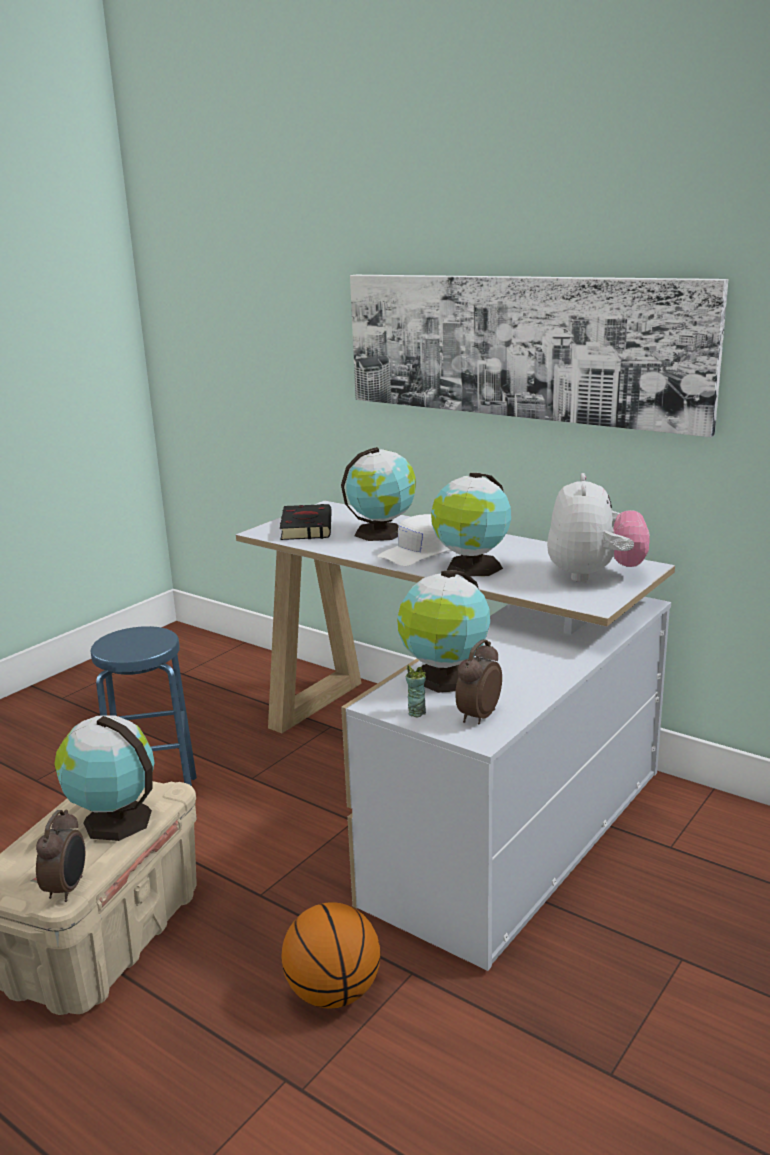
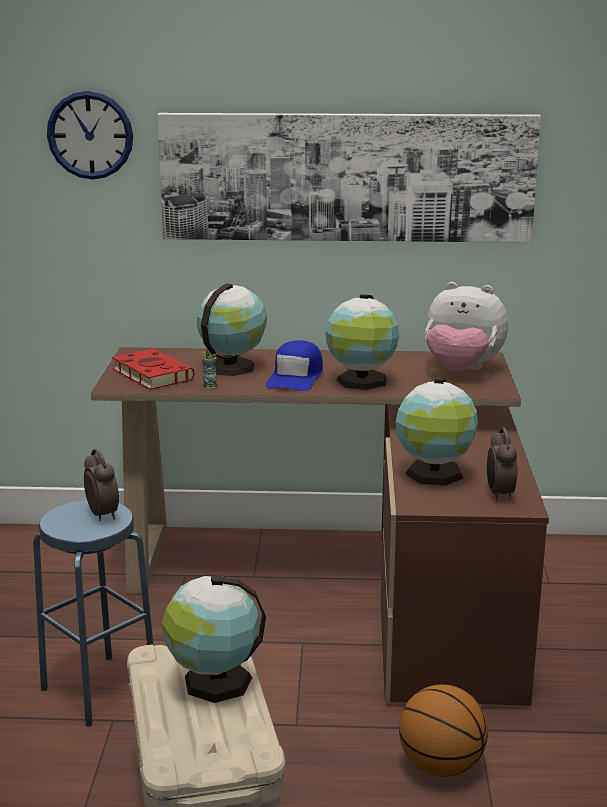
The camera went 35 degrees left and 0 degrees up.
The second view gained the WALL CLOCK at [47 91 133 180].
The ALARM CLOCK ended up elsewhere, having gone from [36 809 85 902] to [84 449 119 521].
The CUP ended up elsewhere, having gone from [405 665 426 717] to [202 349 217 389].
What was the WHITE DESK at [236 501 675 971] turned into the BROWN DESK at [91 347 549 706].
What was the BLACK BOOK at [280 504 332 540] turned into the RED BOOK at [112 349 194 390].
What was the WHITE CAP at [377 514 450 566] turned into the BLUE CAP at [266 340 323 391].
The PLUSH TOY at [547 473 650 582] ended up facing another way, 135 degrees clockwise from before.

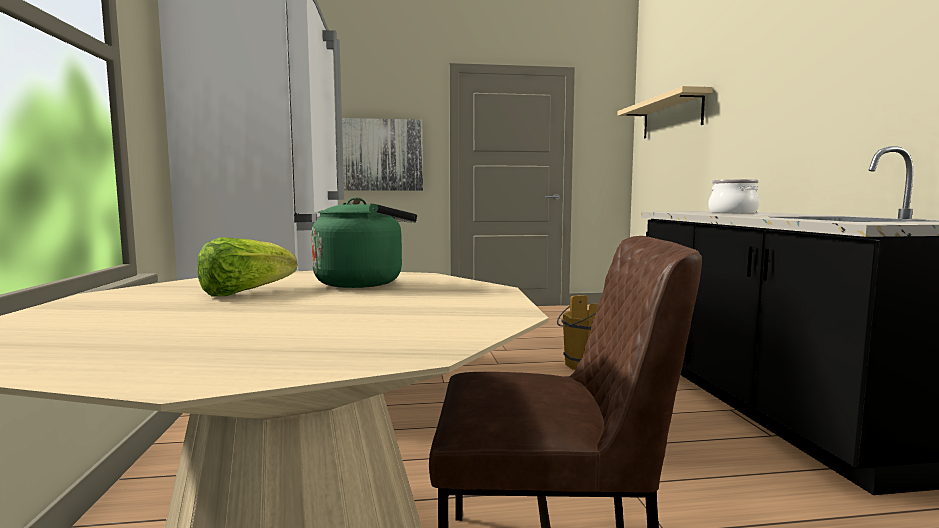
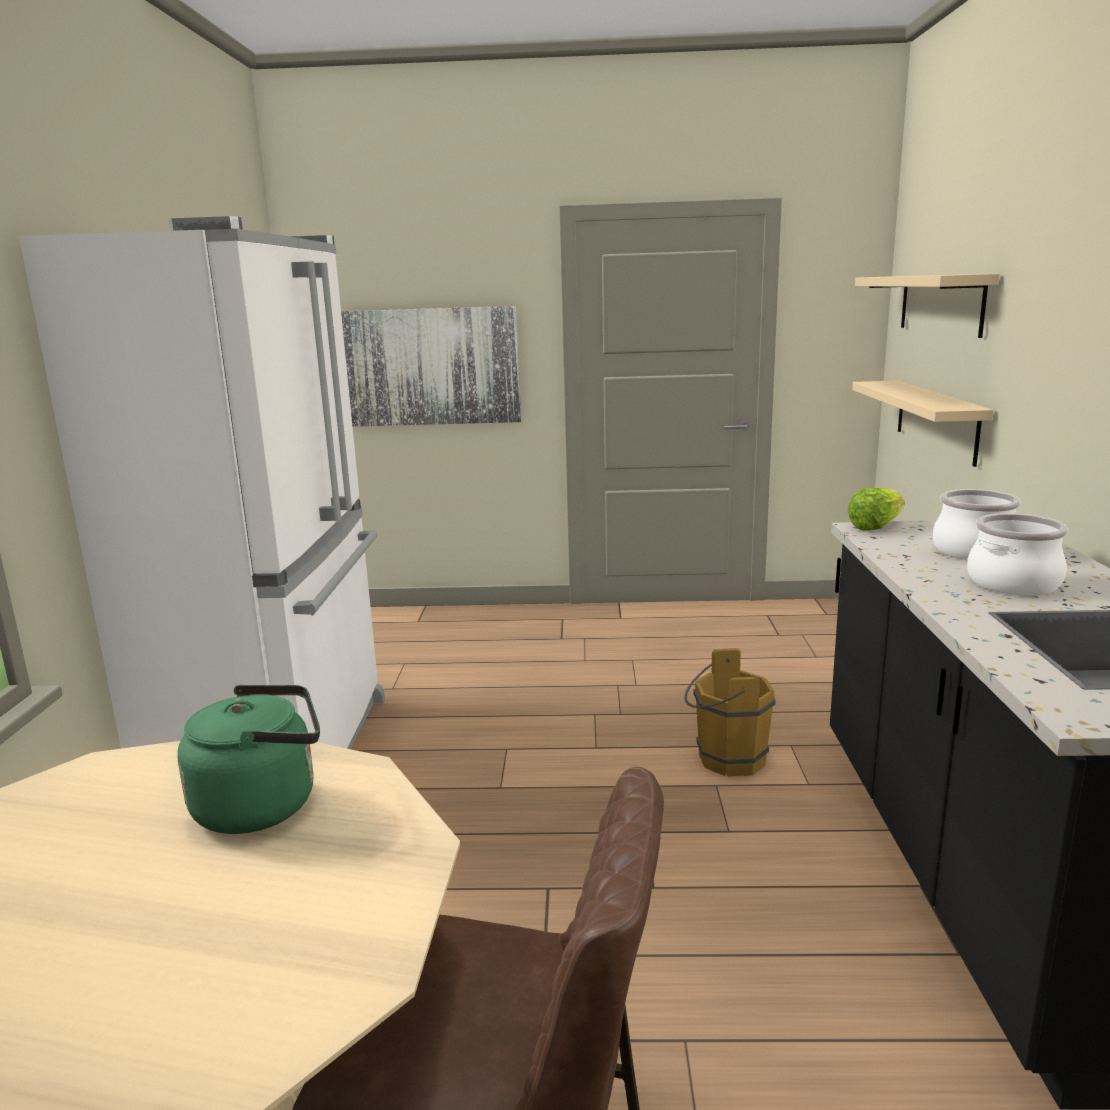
The camera went 10 degrees right and 10 degrees up.
The second view gained the BEIGE SHELF at [852 381 993 467].
The second view gained the COOKING POT at [967 513 1068 595].
The LETTUCE ended up elsewhere, having gone from [197 237 297 296] to [847 488 905 531].

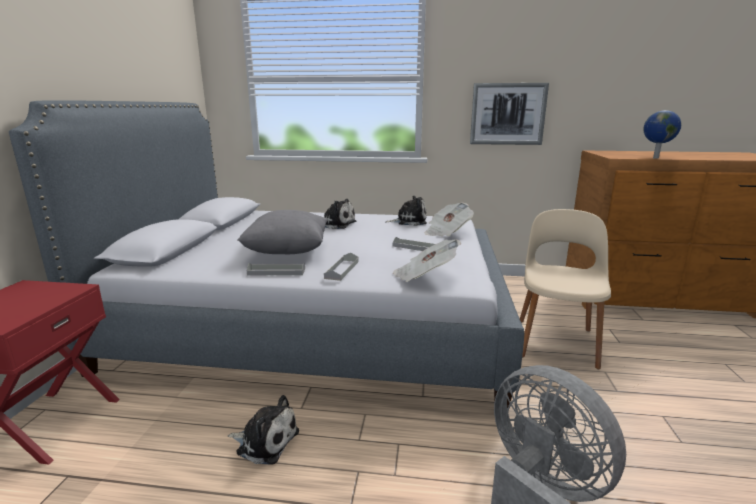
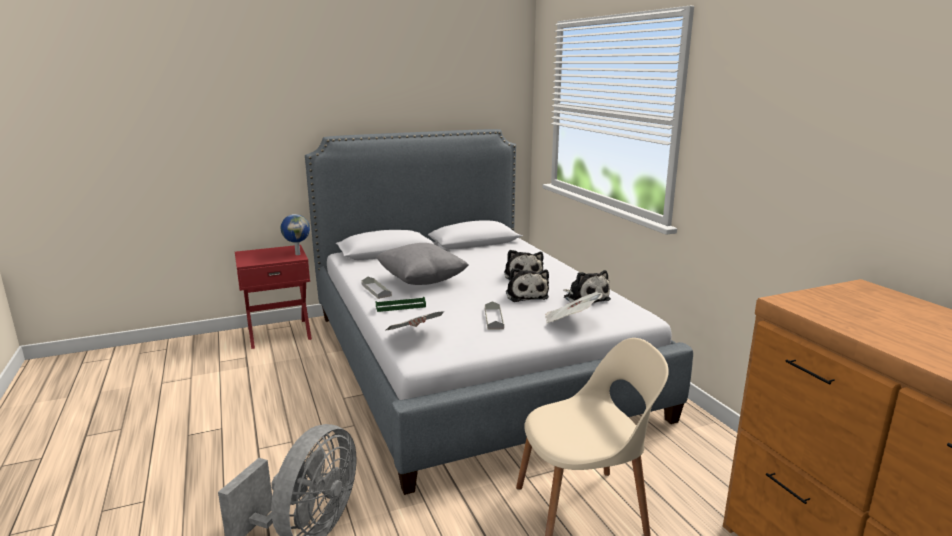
The camera went 60 degrees right and 0 degrees up.
The second view lost the PICTURE at [470 83 549 145].
The PLUSH TOY ended up elsewhere, having gone from [227 395 299 465] to [506 268 549 302].
The GLOBE ended up elsewhere, having gone from [643 110 682 159] to [281 214 310 255].
What was the GREY TRAY at [324 253 359 281] turned into the GREEN TRAY at [376 297 426 312].

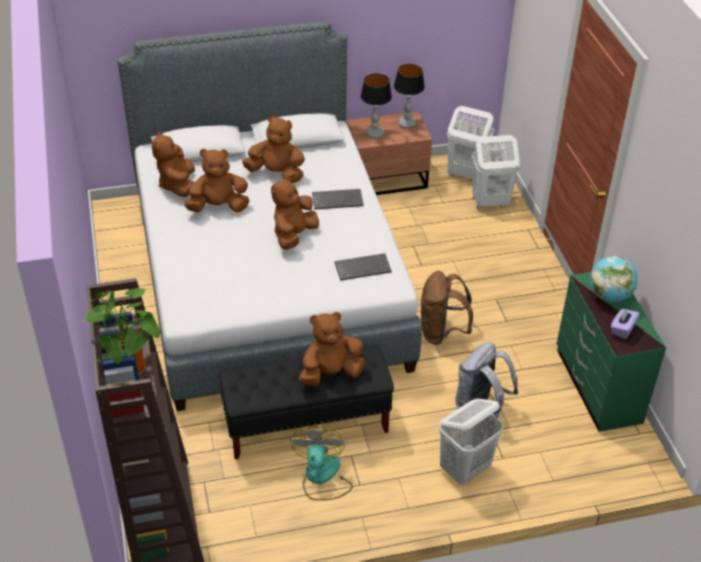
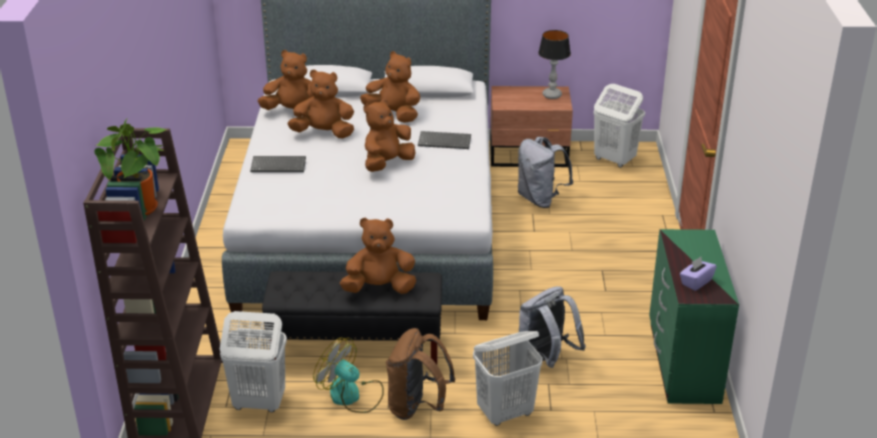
The camera went 15 degrees right and 10 degrees down.
The second view lost the TABLE LAMP at [361 73 392 139].
The second view lost the GLOBE at [590 256 638 302].
The second view gained the GREY BACKPACK at [518 137 574 208].
The KEYBOARD ended up elsewhere, having gone from [334 253 392 281] to [250 156 306 172].
The BROWN BACKPACK ended up elsewhere, having gone from [421 271 473 345] to [386 328 455 420].
The WHITE LAUNDRY BASKET ended up elsewhere, having gone from [472 135 520 209] to [220 311 287 412].
The BROWN PLUSH TOY at [152 131 195 197] ended up facing another way, 90 degrees clockwise from before.
The FAN at [290 426 353 501] ended up facing another way, 75 degrees counterclockwise from before.

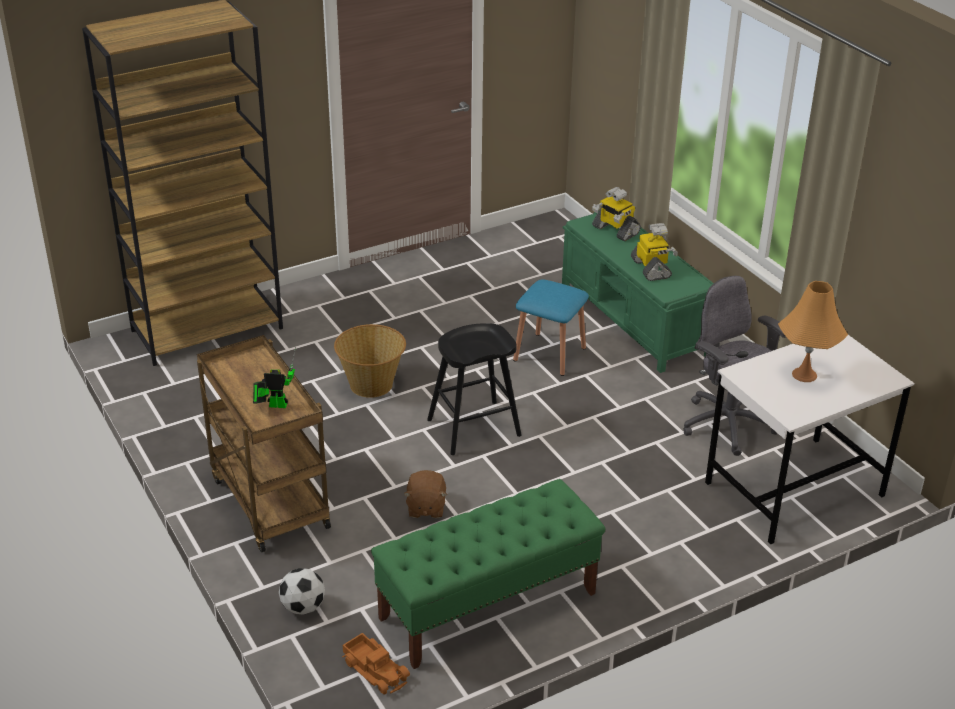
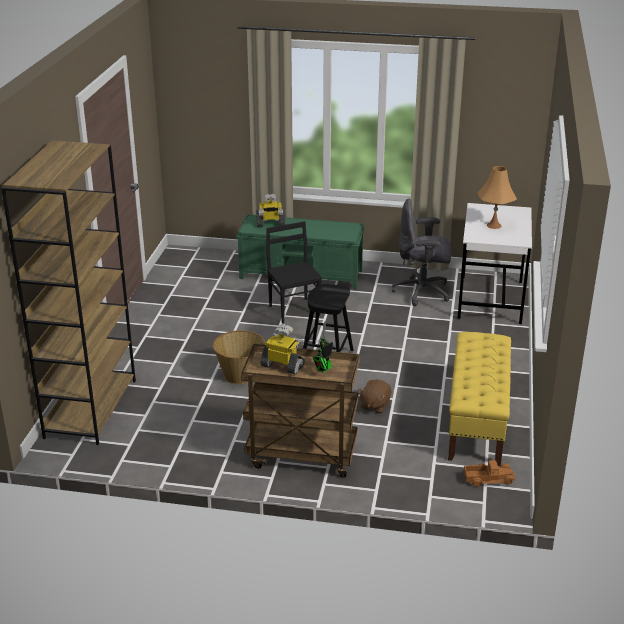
The camera went 50 degrees left and 5 degrees down.
The second view lost the FOOTBALL at [279 568 325 615].
The TOY ROBOT ended up elsewhere, having gone from [631 223 678 281] to [260 324 305 374].
Where the BLUE STOOL stood at [513 279 589 376], the BLACK CHAIR came to stand at [266 221 322 323].
What was the GREEN BENCH at [371 479 605 669] turned into the YELLOW BENCH at [448 332 511 466].
The BROWN PLUSH TOY at [404 470 447 518] ended up facing another way, 75 degrees clockwise from before.

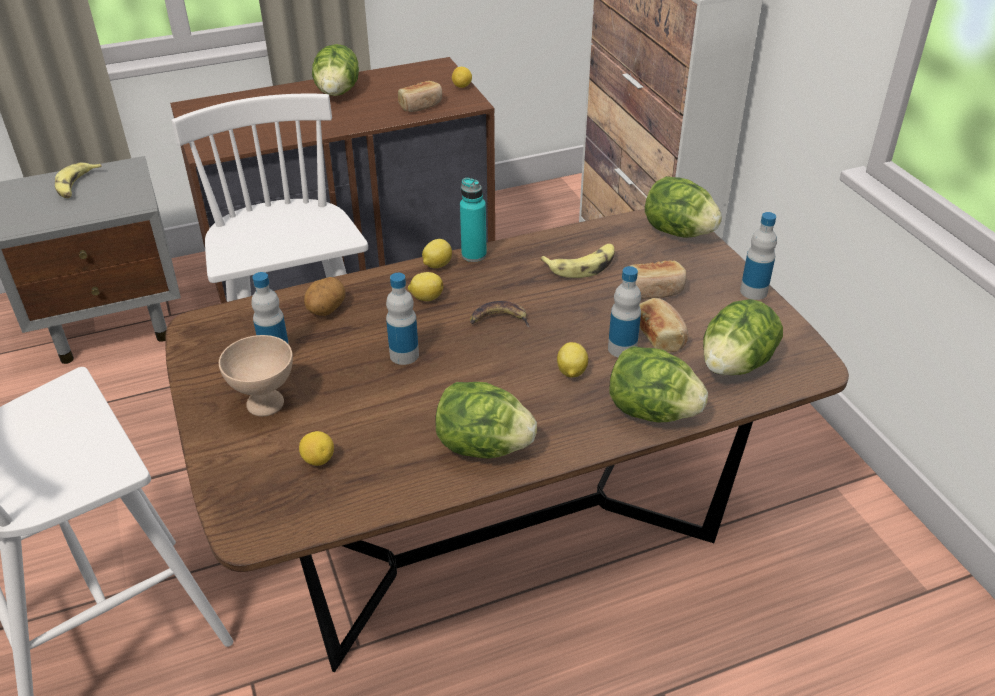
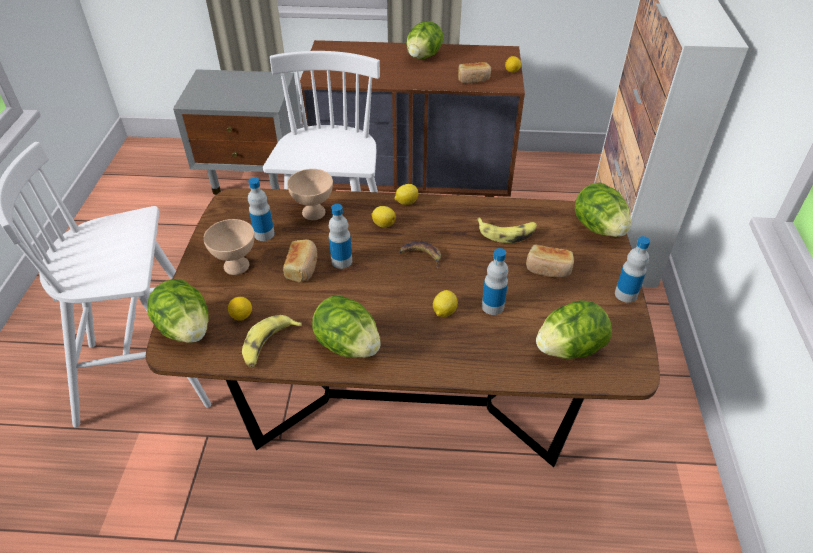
The camera went 25 degrees right and 5 degrees up.
The second view lost the TURQUOISE BOTTLE at [460 178 487 262].
The BANANA ended up elsewhere, having gone from [55 163 102 198] to [242 315 302 368].
The LETTUCE ended up elsewhere, having gone from [610 346 708 422] to [147 279 208 343].
The BREAD ended up elsewhere, having gone from [639 298 689 352] to [283 239 317 283].
Where the POTATO stood at [304 277 345 316], the BEIGE BOWL came to stand at [287 169 333 220].

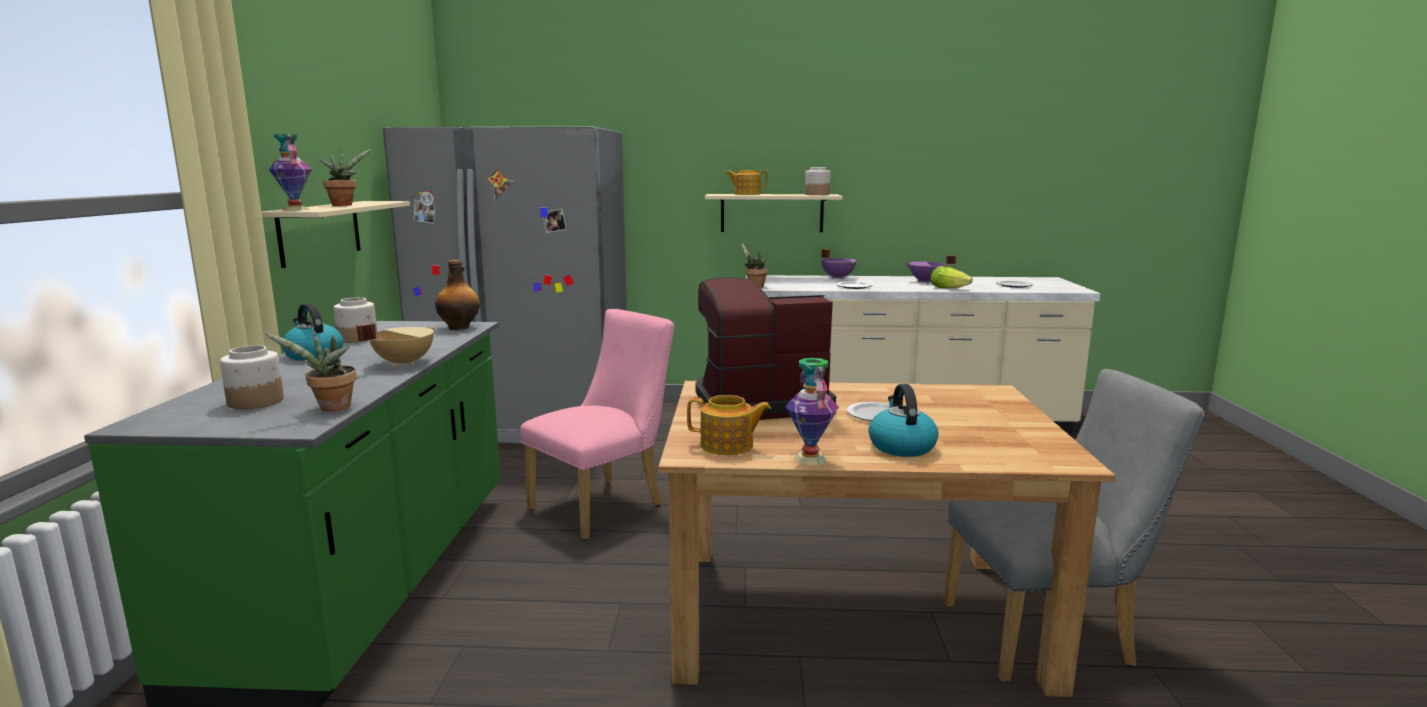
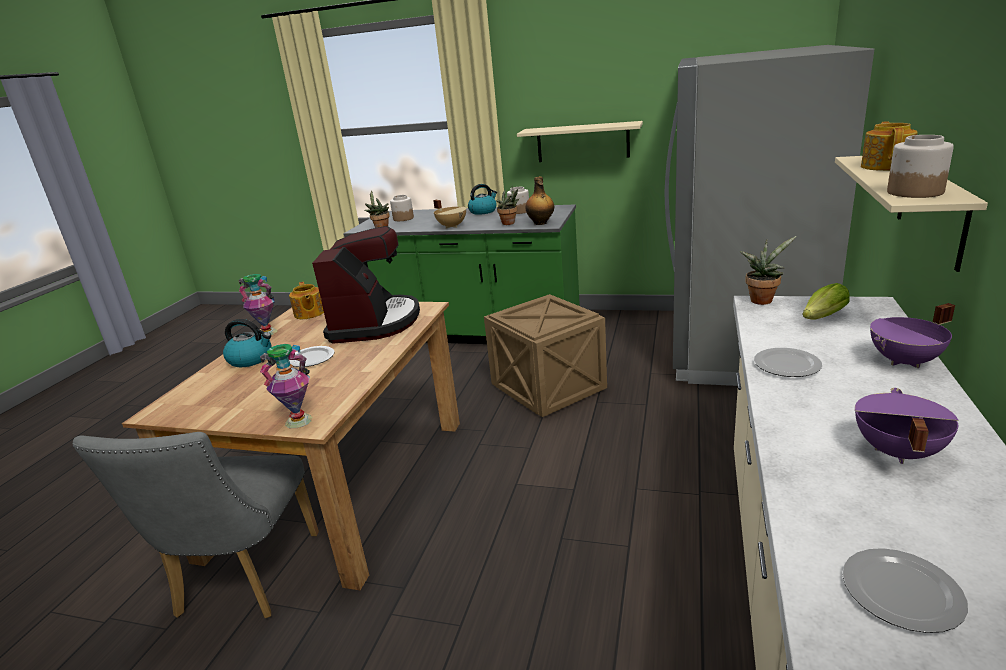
The camera went 105 degrees right and 10 degrees up.
The VASE ended up elsewhere, having gone from [269 134 312 211] to [260 344 312 428].
The POTTED PLANT ended up elsewhere, having gone from [319 149 371 206] to [496 186 519 225].
The LETTUCE ended up elsewhere, having gone from [930 266 973 289] to [802 283 850 320].
Where the PINK CHAIR stood at [520 309 674 540], the CRATE came to stand at [484 294 607 417].
The TEAPOT at [687 395 771 455] ended up facing another way, 45 degrees counterclockwise from before.

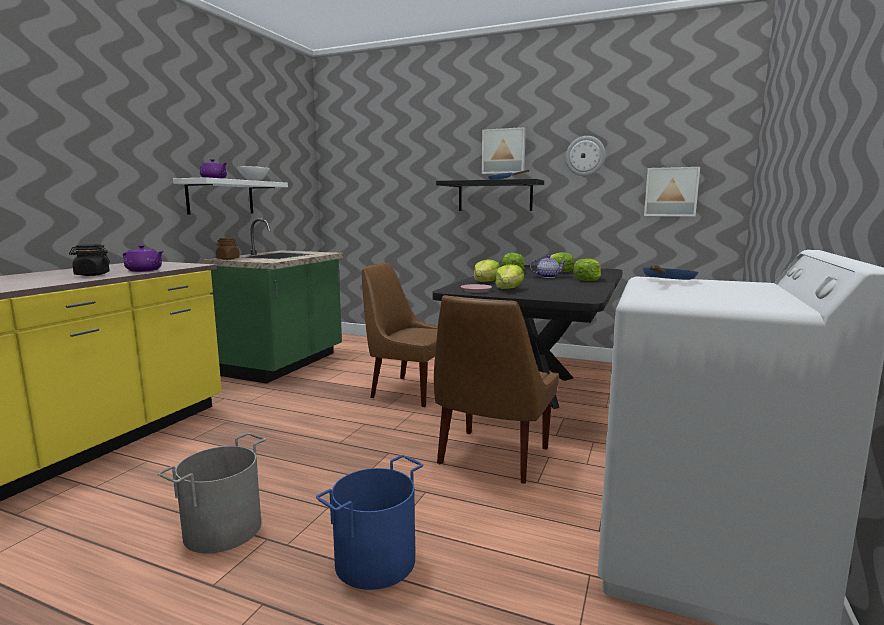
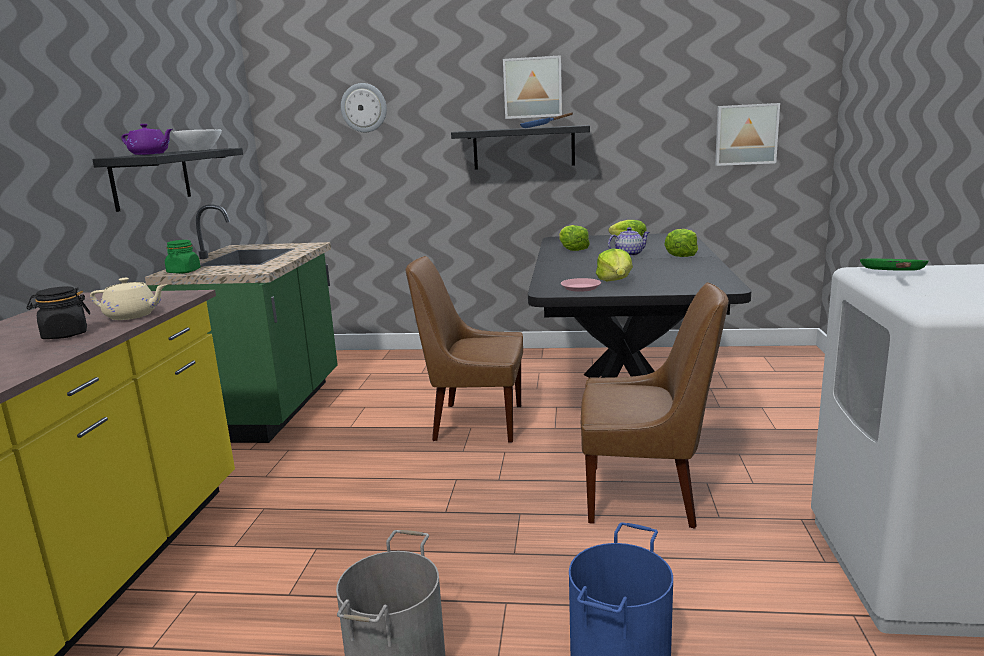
The camera went 15 degrees left and 5 degrees up.
The second view lost the LETTUCE at [473 259 500 282].
The WALL CLOCK ended up elsewhere, having gone from [566 136 606 176] to [341 83 387 132].
What was the PURPLE TEAPOT at [123 245 164 272] turned into the BEIGE TEAPOT at [90 278 167 320].
What was the WHITE SHELF at [173 177 288 214] turned into the BLACK SHELF at [92 148 243 212].
What was the BROWN JAR at [216 238 240 260] turned into the GREEN JAR at [165 240 201 274].
What was the BLUE FRYING PAN at [643 265 699 280] turned into the GREEN FRYING PAN at [860 259 929 271].
The BROWN CHAIR at [434 295 559 484] ended up facing another way, 90 degrees counterclockwise from before.

